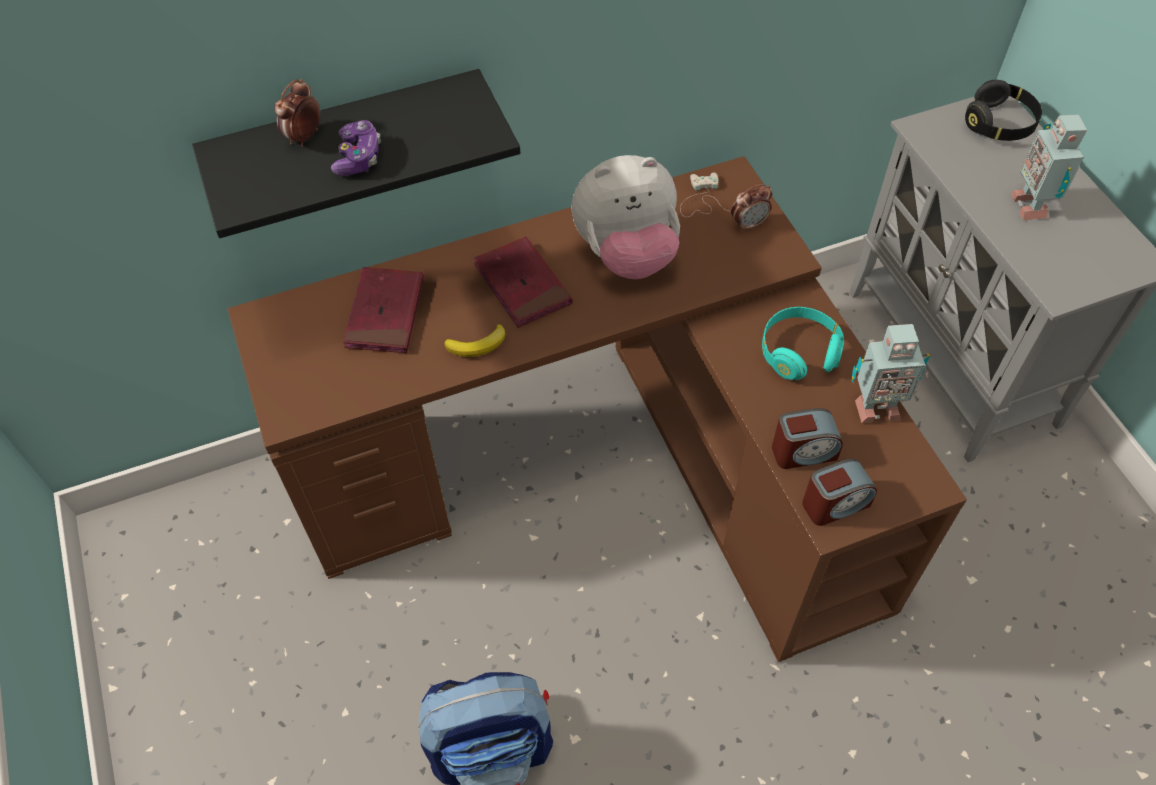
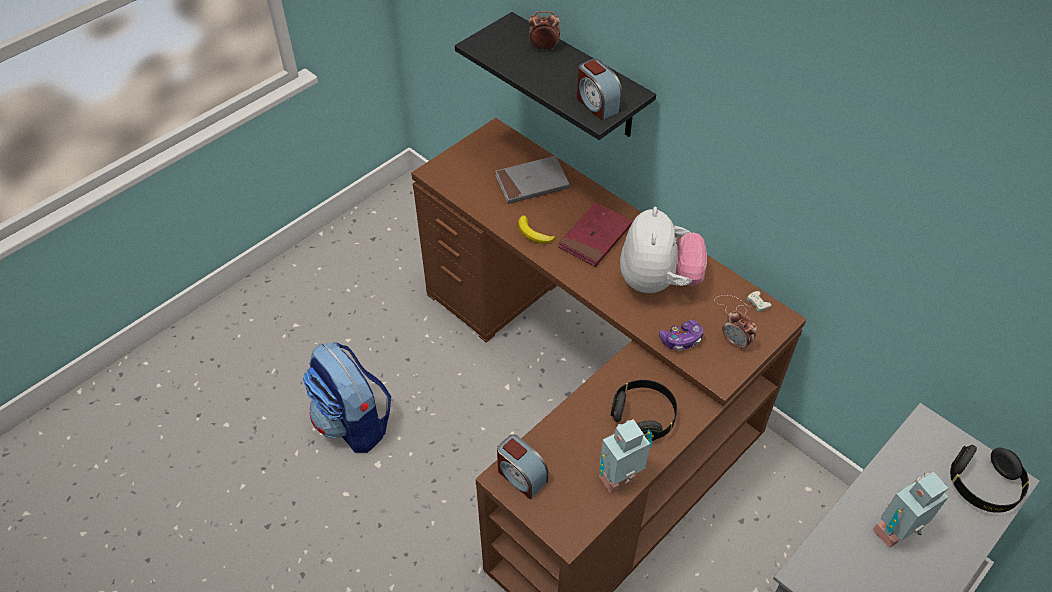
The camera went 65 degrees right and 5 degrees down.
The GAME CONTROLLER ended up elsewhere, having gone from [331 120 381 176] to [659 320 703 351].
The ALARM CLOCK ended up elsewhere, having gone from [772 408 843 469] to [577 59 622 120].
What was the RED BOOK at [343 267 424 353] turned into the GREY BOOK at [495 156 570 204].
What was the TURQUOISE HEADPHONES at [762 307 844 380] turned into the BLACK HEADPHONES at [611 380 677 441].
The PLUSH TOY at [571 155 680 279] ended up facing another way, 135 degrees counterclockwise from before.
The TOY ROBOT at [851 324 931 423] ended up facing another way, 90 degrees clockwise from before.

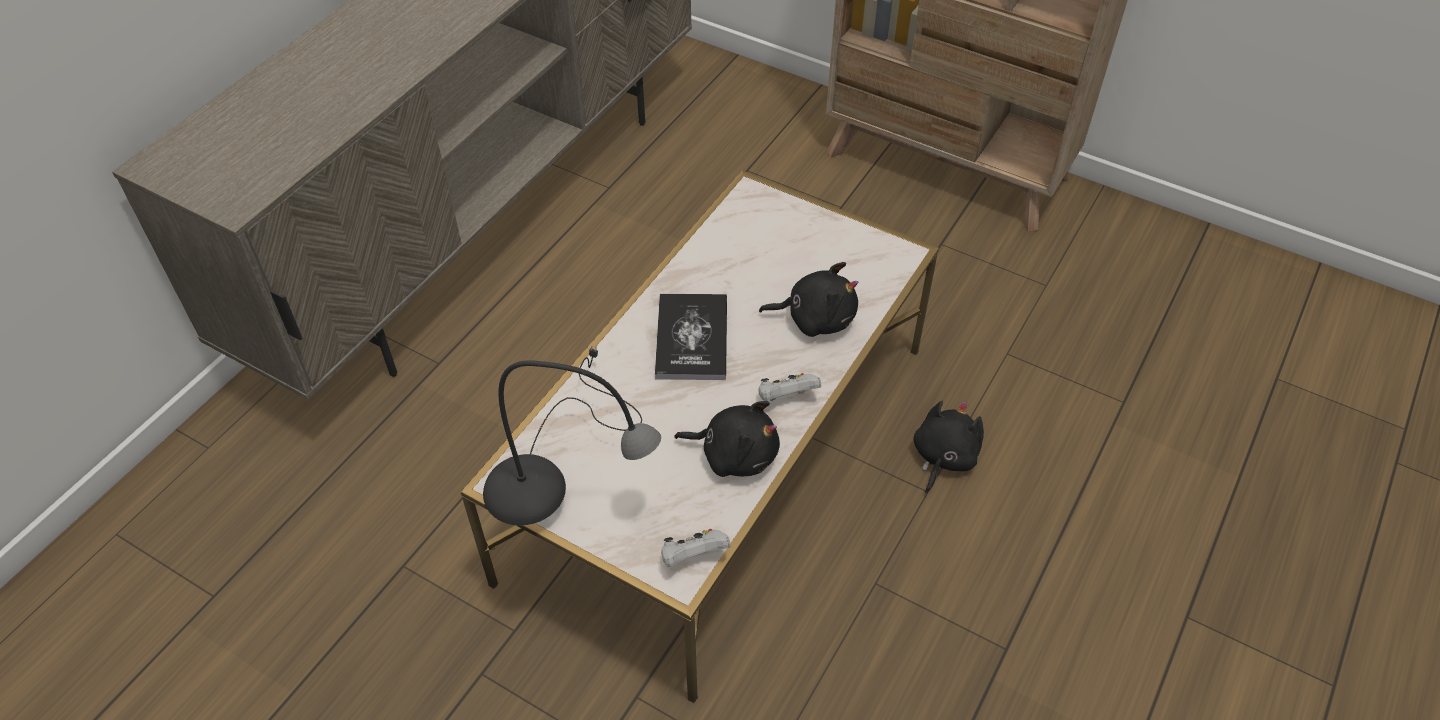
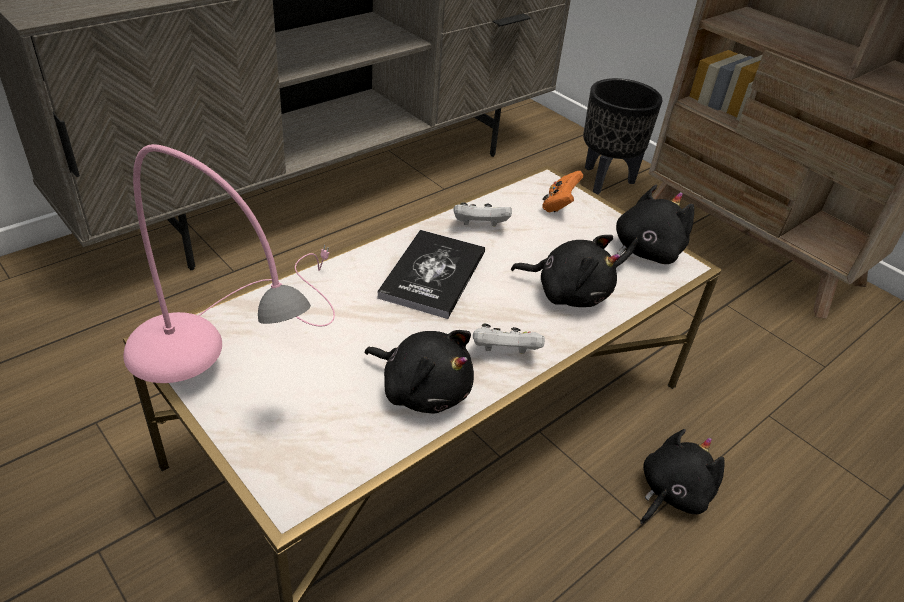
The camera went 15 degrees right and 10 degrees down.
The second view gained the ORANGE GAME CONTROLLER at [542 171 583 212].
The second view gained the BLACK PLANTER at [583 78 663 195].
The second view gained the BLACK PLUSH TOY at [615 185 694 268].
The WHITE GAME CONTROLLER ended up elsewhere, having gone from [661 529 730 567] to [453 202 512 227].
What was the GREY TABLE LAMP at [483 345 661 526] turned into the PINK TABLE LAMP at [123 144 335 383].

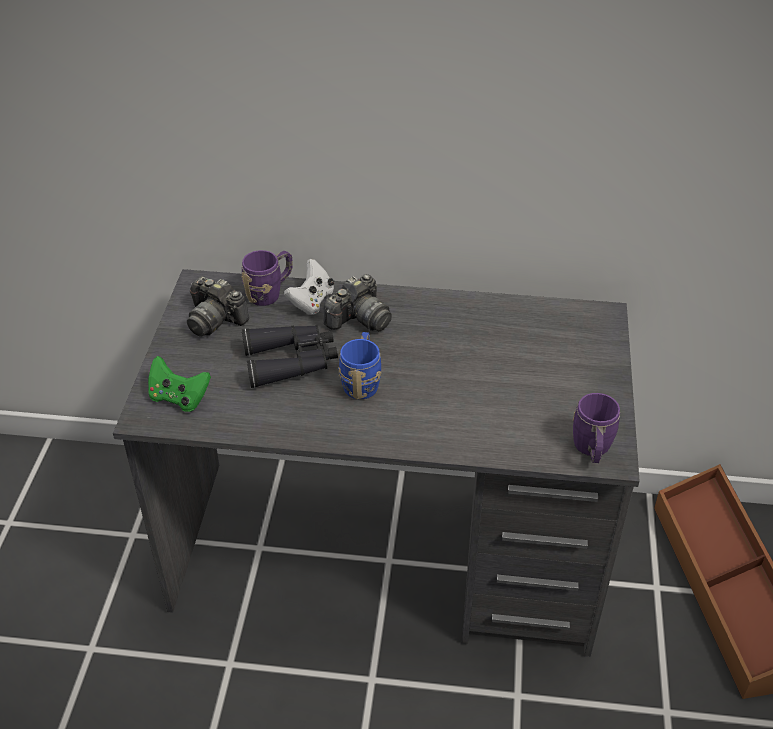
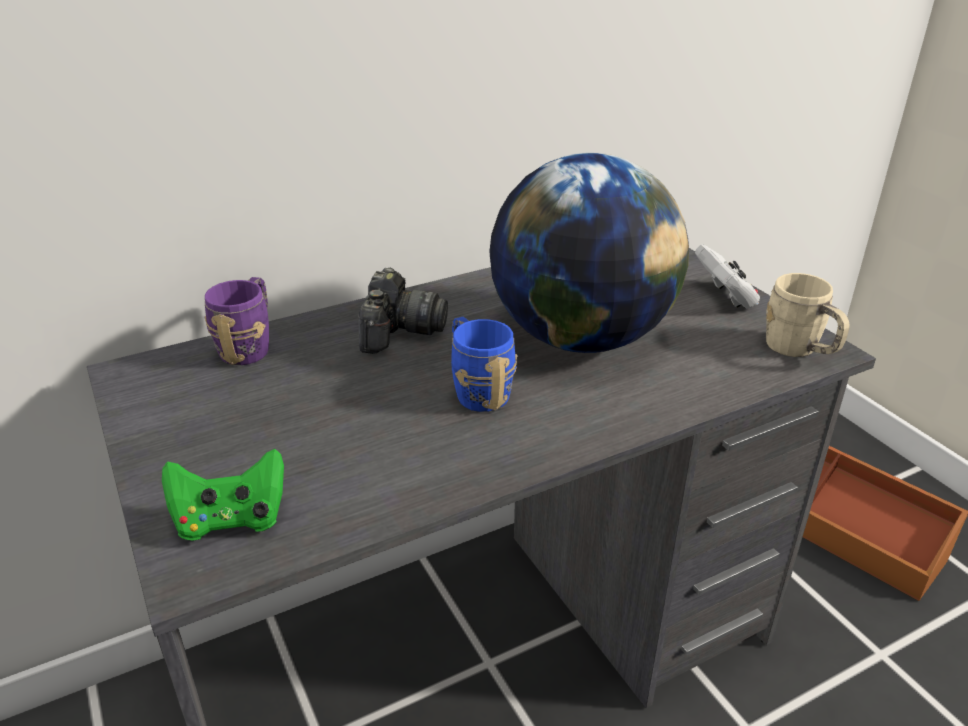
The camera went 35 degrees left and 10 degrees down.
The second view lost the PHOTO CAMERA at [187 276 249 337].
The second view lost the BLACK BINOCULARS at [242 325 338 388].
The second view gained the GLOBE at [489 153 689 353].
The WHITE GAME CONTROLLER ended up elsewhere, having gone from [284 259 334 315] to [695 244 760 308].
What was the PURPLE MUG at [572 393 620 463] turned into the BEIGE MUG at [766 273 850 357].

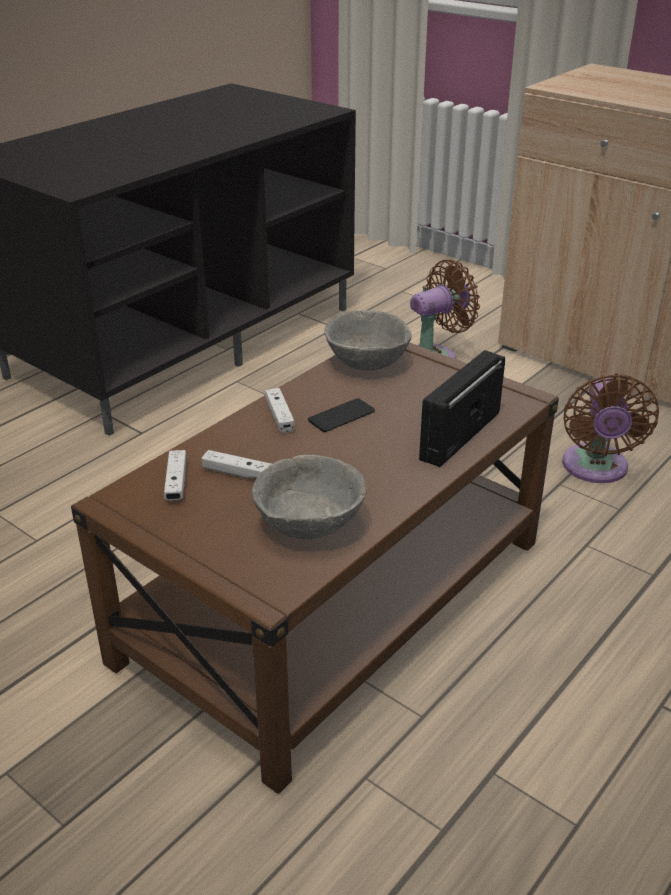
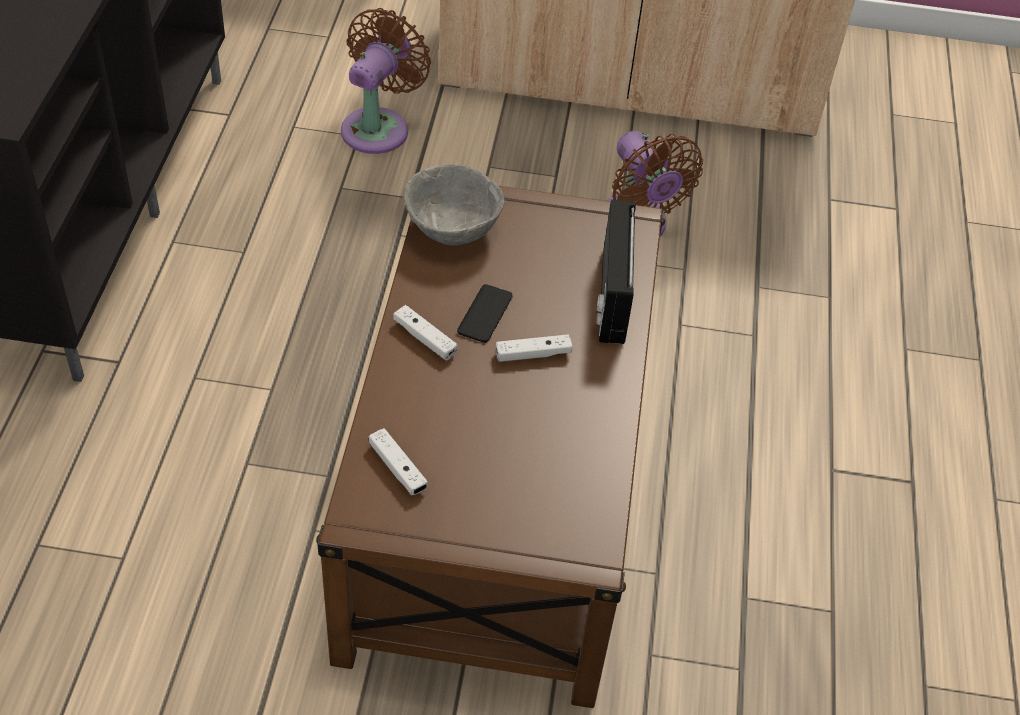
The camera went 35 degrees left and 15 degrees up.
The second view lost the GREY BOWL at [252 455 367 539].
The WHITE GAME CONTROLLER ended up elsewhere, having gone from [201 450 271 479] to [496 334 573 362].

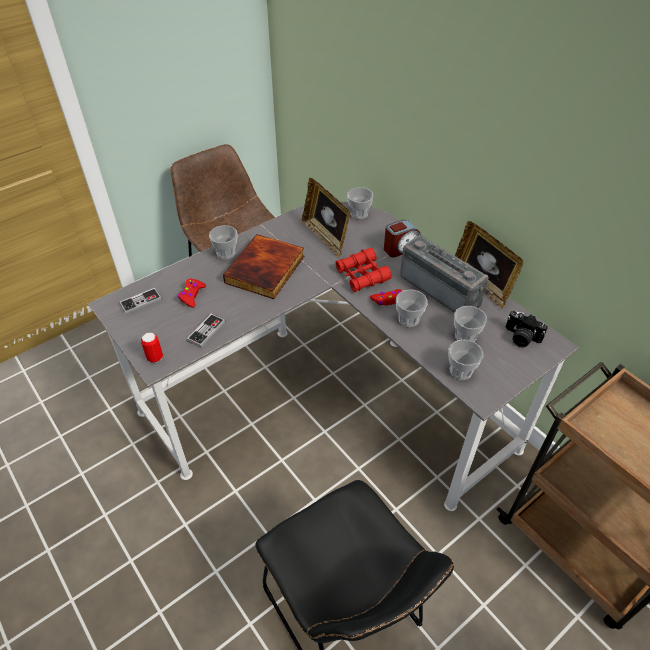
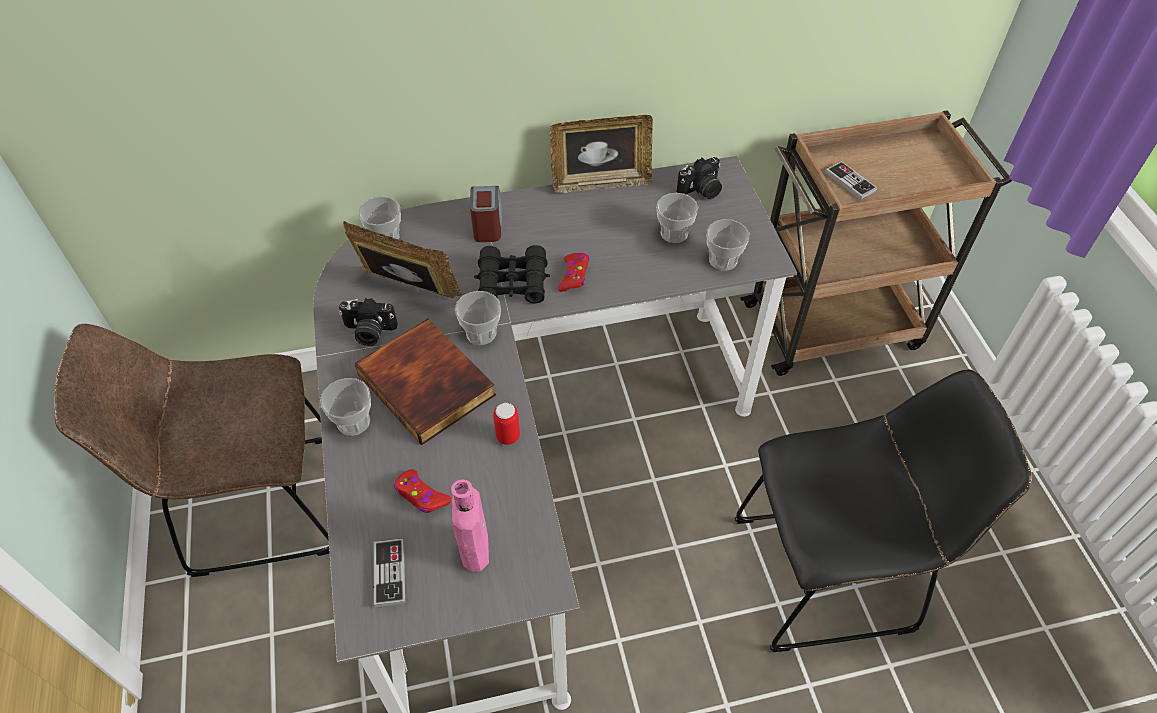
The camera went 65 degrees left and 5 degrees up.
The second view lost the RADIO at [400 235 491 313].
The second view gained the PHOTO CAMERA at [339 298 398 346].
The second view gained the PINK BOTTLE at [451 479 489 572].
The CAN ended up elsewhere, having gone from [141 333 163 363] to [493 403 520 445].
The GAME CONTROLLER ended up elsewhere, having gone from [187 313 225 347] to [825 161 877 200].
The CUP ended up elsewhere, having gone from [396 289 427 327] to [455 291 501 345].
What was the RED BINOCULARS at [336 248 392 292] turned into the BLACK BINOCULARS at [474 245 550 303].
The PICTURE FRAME at [302 178 351 258] ended up facing another way, 150 degrees counterclockwise from before.

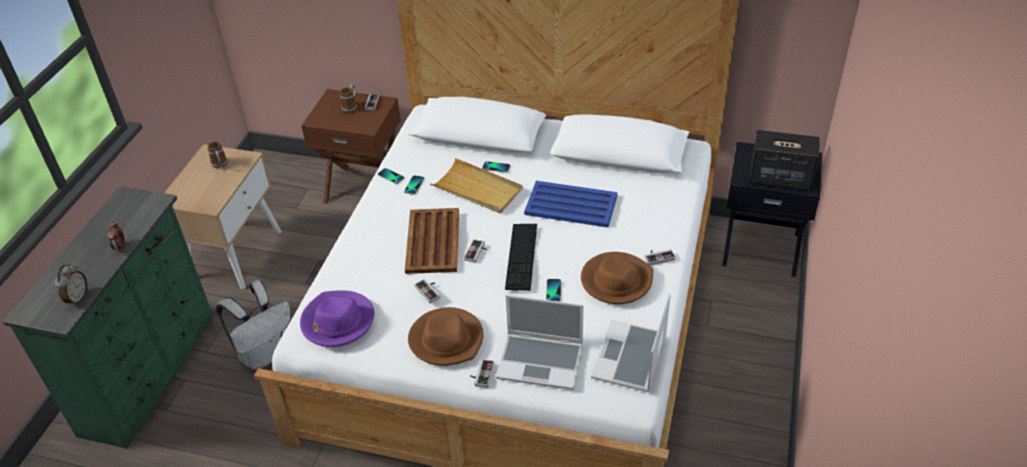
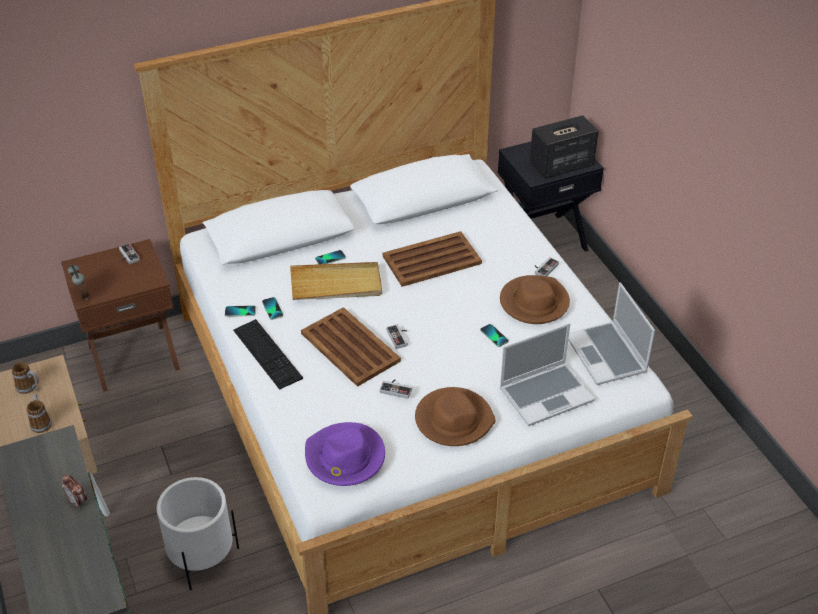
The camera went 40 degrees left and 0 degrees up.
The second view lost the GAME CONTROLLER at [470 359 494 388].
The ALARM CLOCK ended up elsewhere, having gone from [55 264 88 306] to [67 264 90 301].
The MUG ended up elsewhere, having gone from [340 84 357 113] to [27 394 52 433].
The KEYBOARD ended up elsewhere, having gone from [505 224 537 291] to [233 319 303 390].
Where the WHITE BACKPACK stood at [216 280 290 369], the WHITE PLANTER came to stand at [157 477 239 590].
What was the BLUE TRAY at [524 181 618 227] turned into the BROWN TRAY at [383 231 482 287].

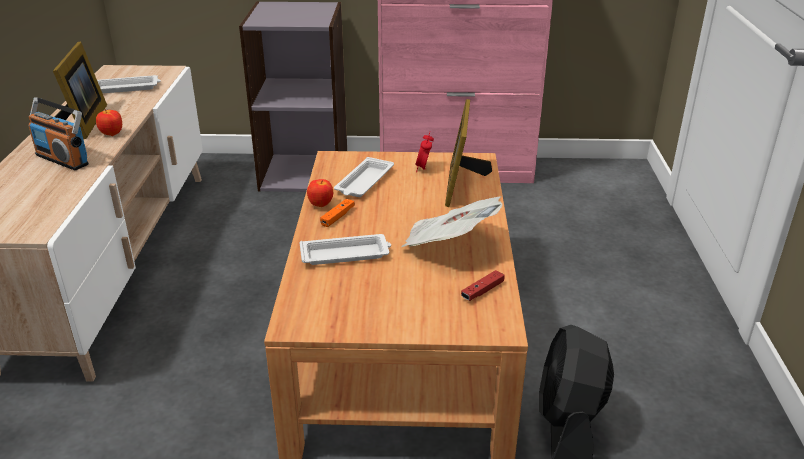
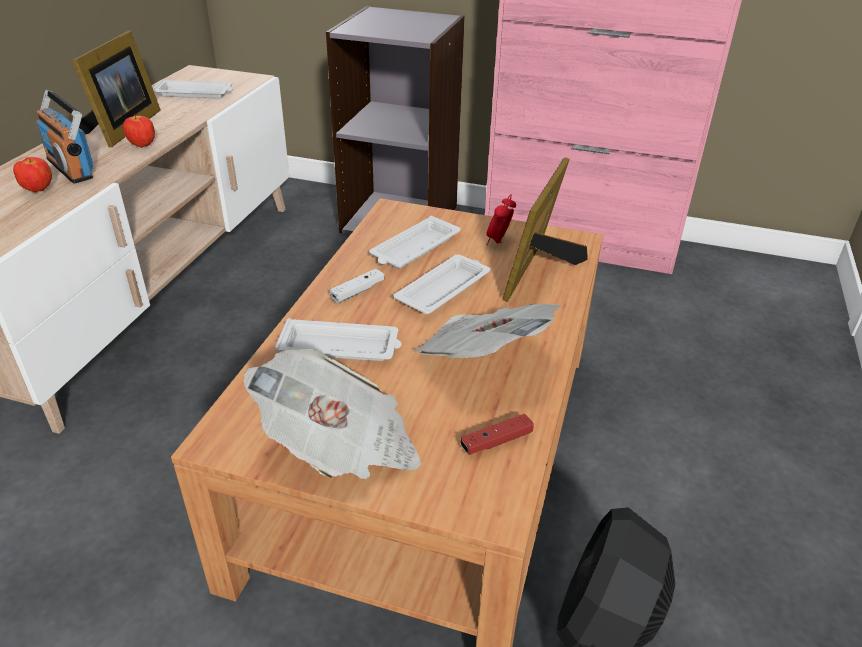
The camera went 15 degrees right and 5 degrees up.
The second view gained the NEWSPAPER at [244 349 422 479].
The second view gained the WHITE TRAY at [393 255 490 314].
The APPLE ended up elsewhere, having gone from [307 179 334 207] to [13 157 52 192].
What was the ORANGE GAME CONTROLLER at [320 199 355 227] turned into the WHITE GAME CONTROLLER at [330 269 384 303].

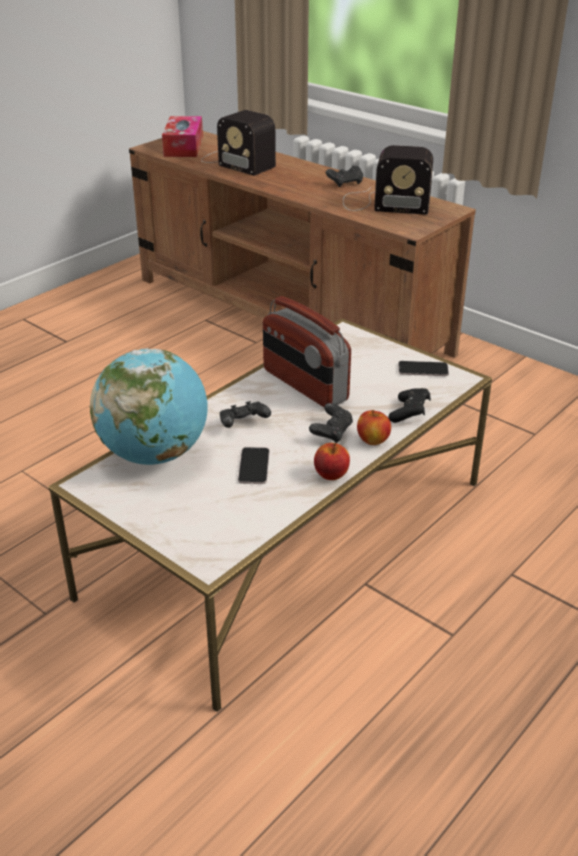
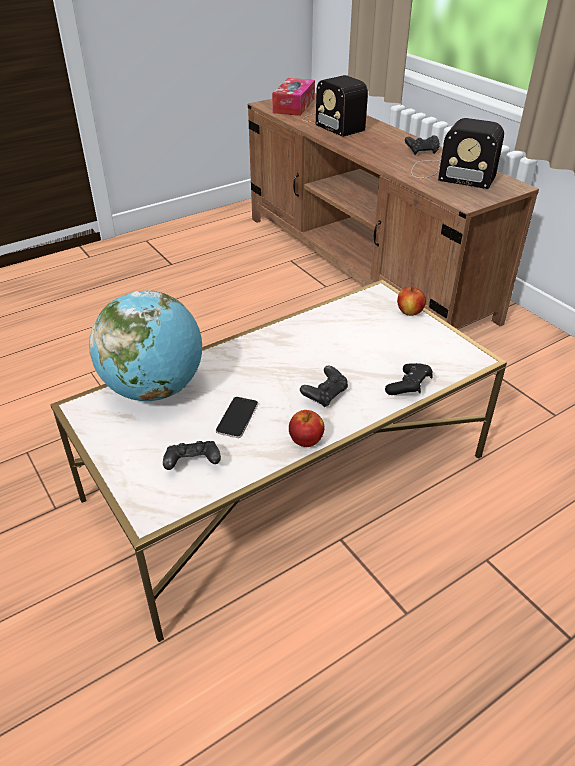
The camera went 15 degrees right and 5 degrees up.
The second view lost the RADIO at [263 296 351 407].
The second view lost the PHONE at [398 361 449 376].
The BLACK GAME CONTROLLER ended up elsewhere, having gone from [220 401 271 428] to [163 441 221 470].
The APPLE ended up elsewhere, having gone from [357 410 391 445] to [397 286 426 316].

